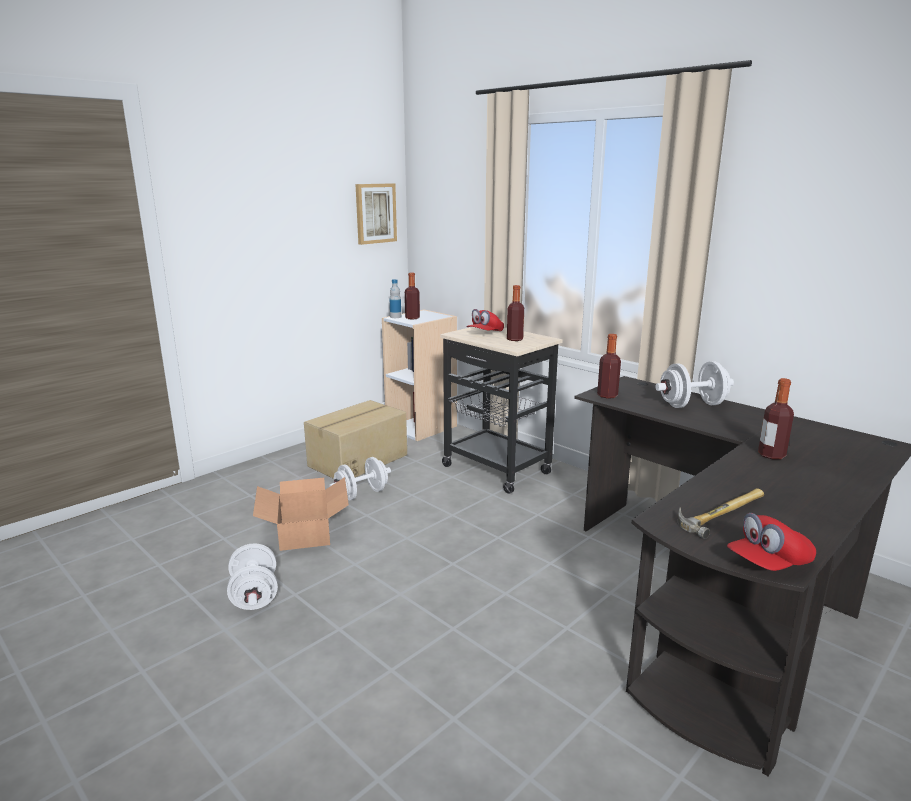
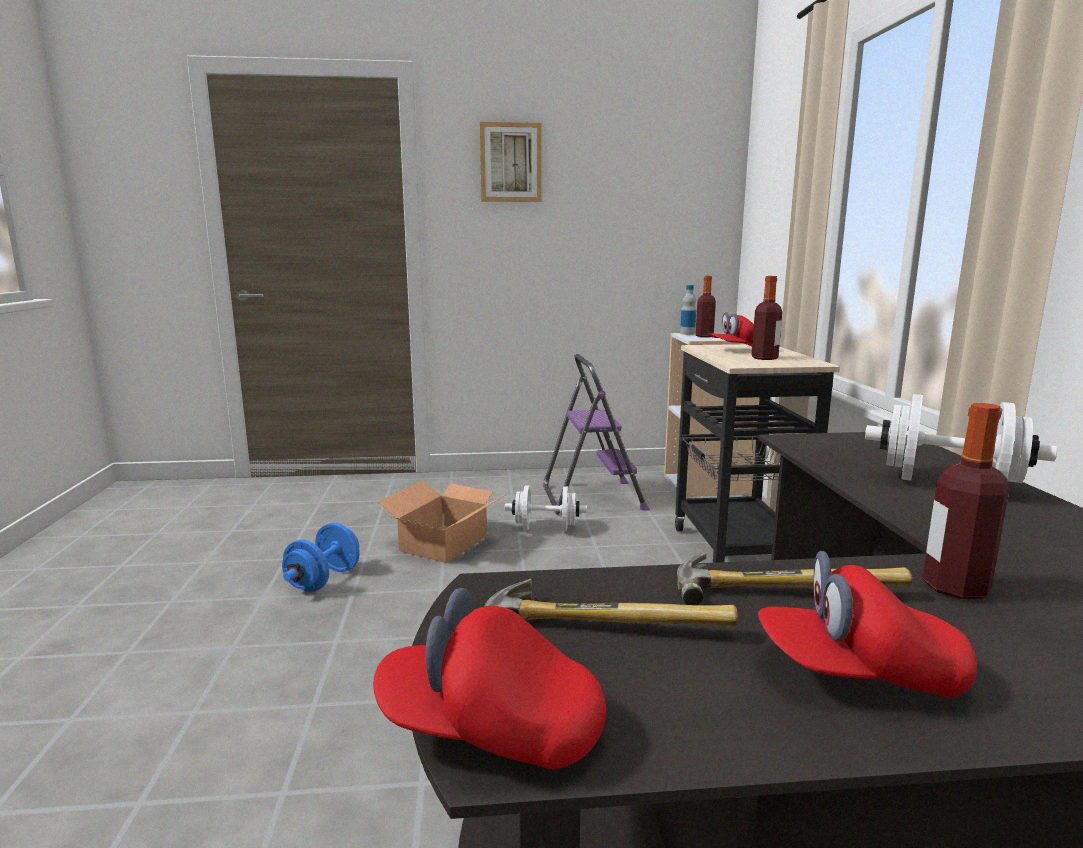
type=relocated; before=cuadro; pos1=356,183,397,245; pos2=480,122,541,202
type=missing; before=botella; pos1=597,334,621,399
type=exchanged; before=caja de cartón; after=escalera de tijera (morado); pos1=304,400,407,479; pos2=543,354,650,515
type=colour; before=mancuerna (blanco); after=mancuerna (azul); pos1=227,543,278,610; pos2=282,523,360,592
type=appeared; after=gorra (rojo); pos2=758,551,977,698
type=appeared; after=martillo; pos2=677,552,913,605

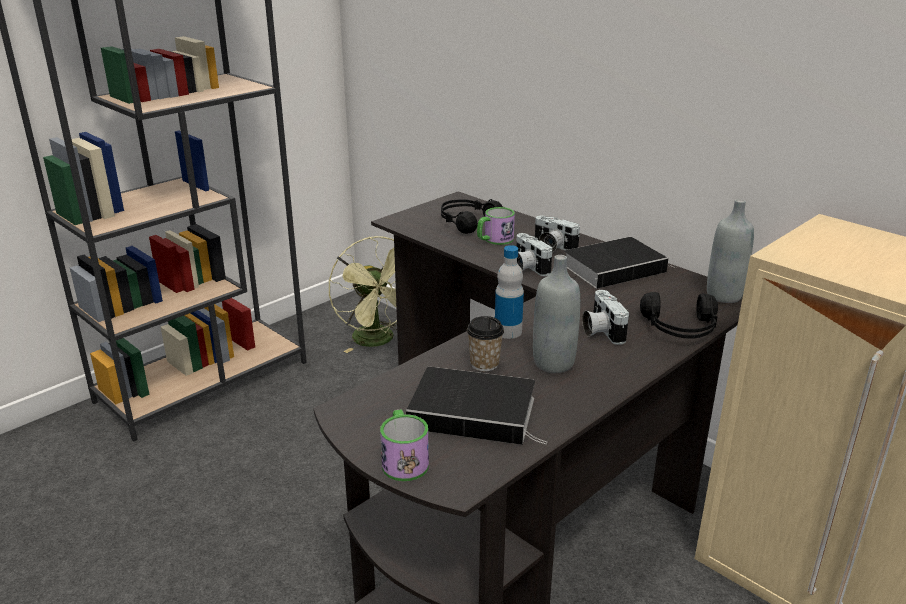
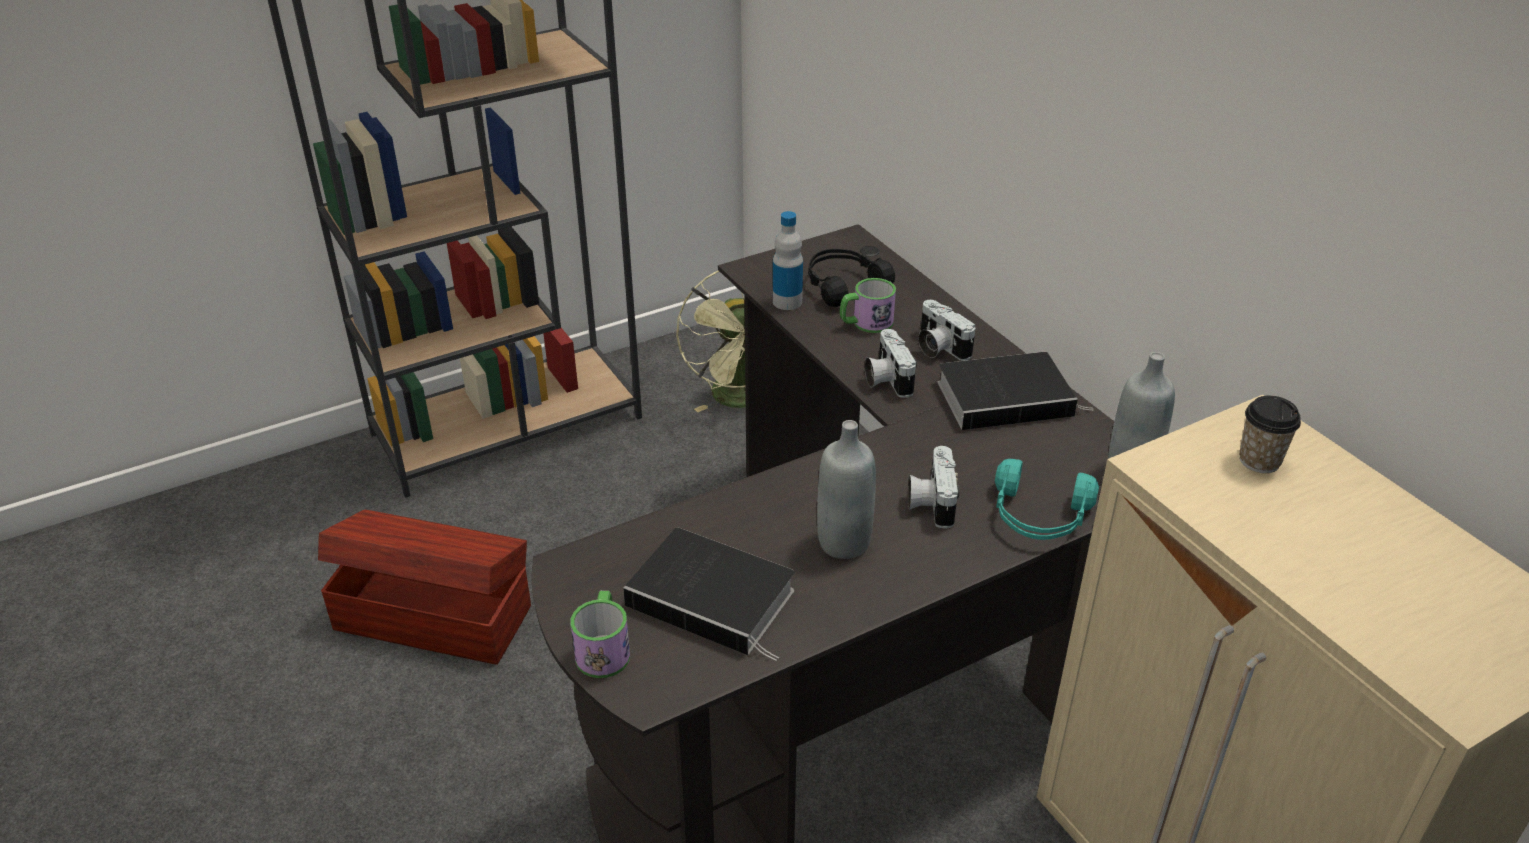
type=relocated; before=botella; pos1=495,245,524,339; pos2=773,211,803,310
type=colour; before=auriculares (negro); after=auriculares (turquesa); pos1=640,292,718,339; pos2=995,459,1099,540
type=relocated; before=taza; pos1=467,316,504,372; pos2=1239,395,1301,473
type=appeared; after=caja de almacenaje (marrón); pos2=318,510,531,665

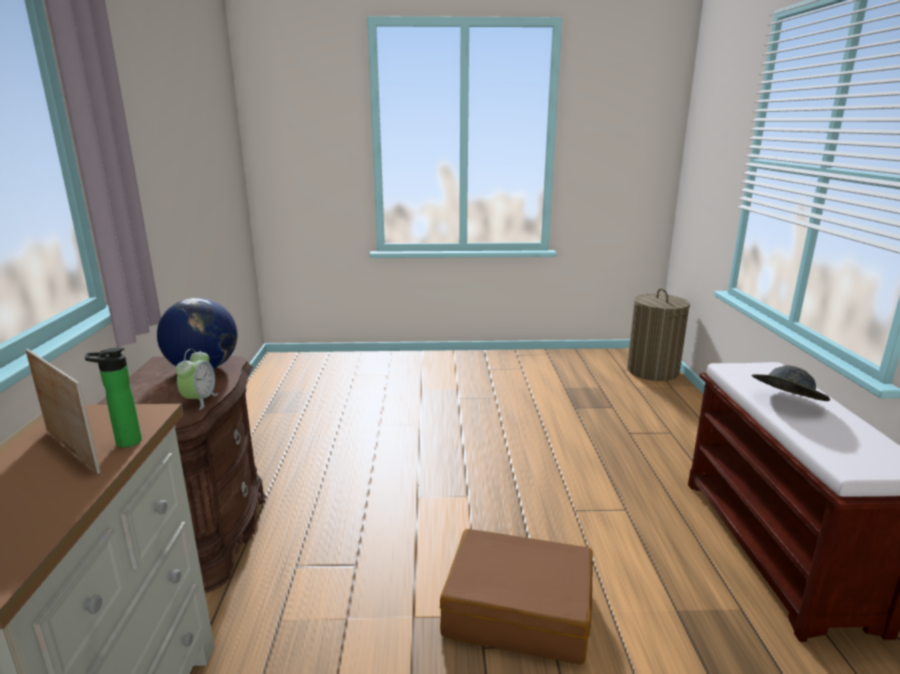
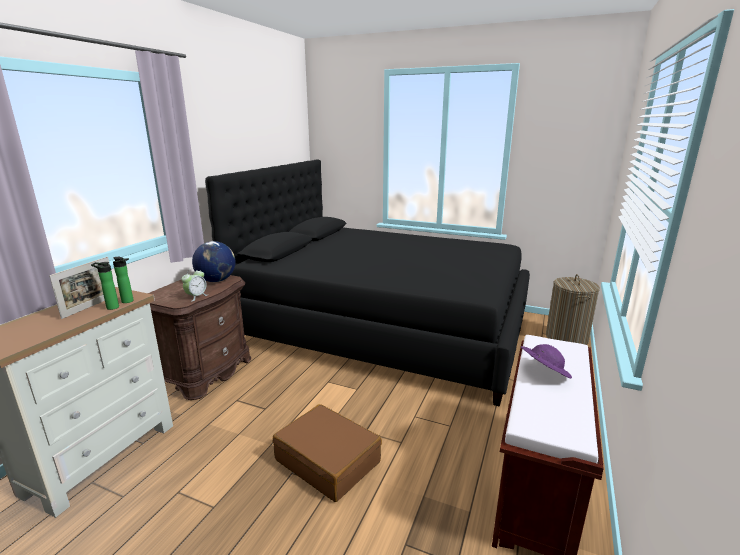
type=spun; before=portarretratos; pos1=25,349,101,474; pos2=49,257,110,319; turn=45
type=colour; before=sombrero (gris); after=sombrero (morado); pos1=751,365,830,401; pos2=521,344,572,379
type=appeared; after=cama (negro); pos2=205,159,530,407
type=appeared; after=botella; pos2=113,257,134,303

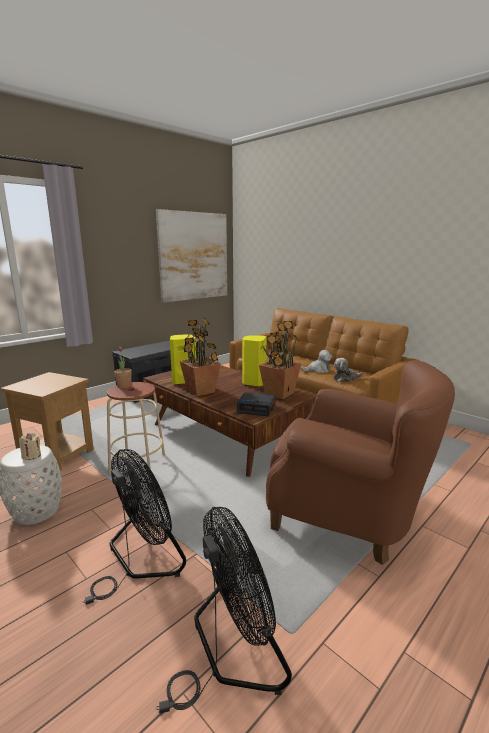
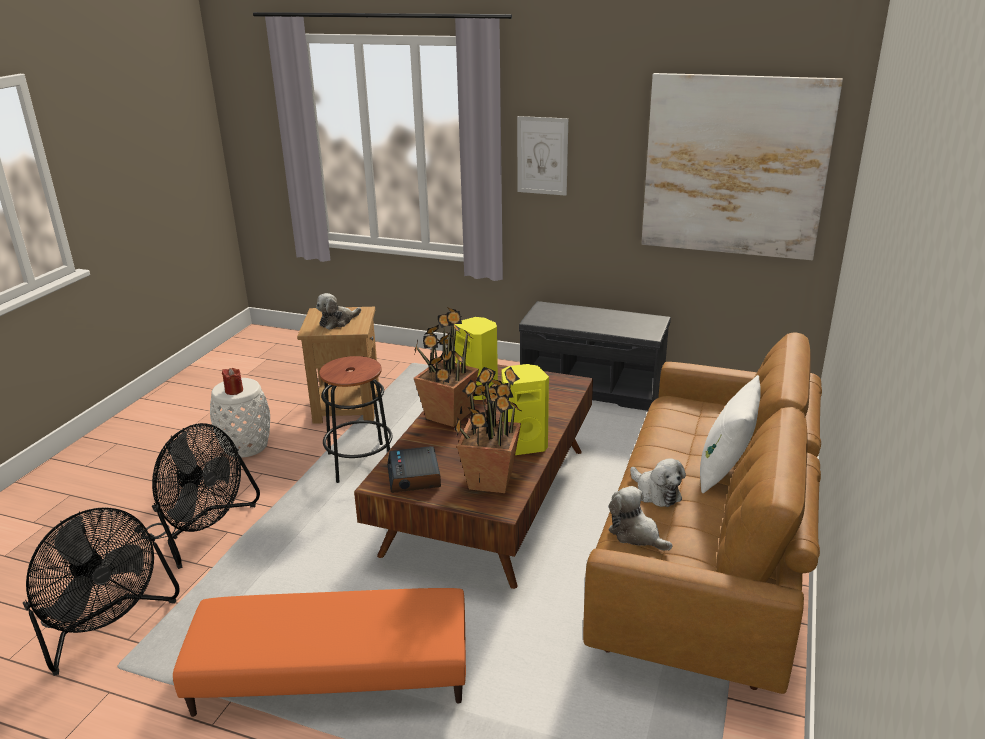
type=missing; before=planta en maceta; pos1=115,347,132,388
type=exchanged; before=sillón (marrón); after=puf (naranja); pos1=266,360,455,565; pos2=173,588,466,717
type=colour; before=taburete (beis); after=taburete (negro); pos1=107,382,165,474; pos2=319,356,393,483
type=colour; before=vela (beis); after=vela (rojo); pos1=19,433,41,460; pos2=222,368,243,395
type=appeared; after=cuadro; pos2=517,116,568,196
type=appeared; after=peluche; pos2=316,293,361,330
type=appeared; after=cojín (blanco); pos2=700,375,761,493

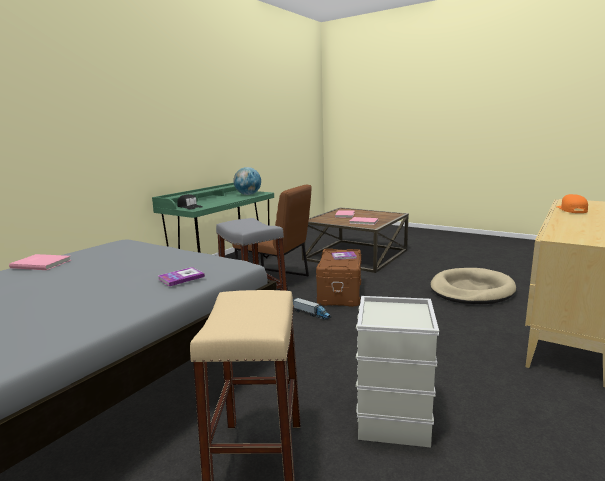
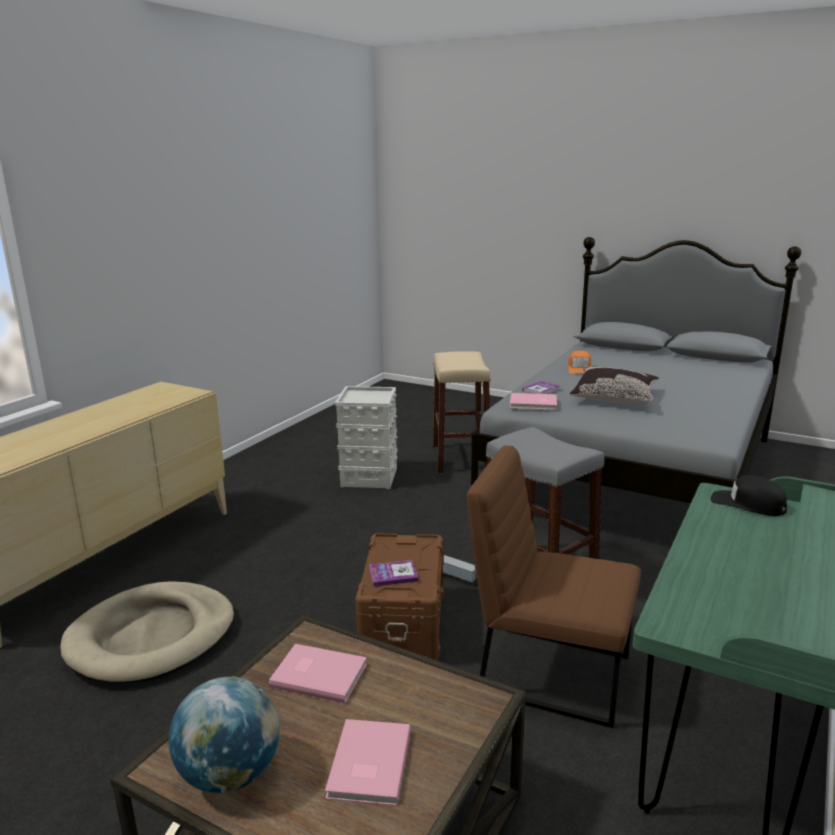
type=relocated; before=globo terráqueo; pos1=233,167,261,195; pos2=169,677,280,793
type=relocated; before=gorra (naranja); pos1=556,194,588,213; pos2=568,351,591,374
type=relocated; before=libro (rosa); pos1=9,254,71,270; pos2=510,393,557,410
type=appeared; after=cojín; pos2=569,367,659,403

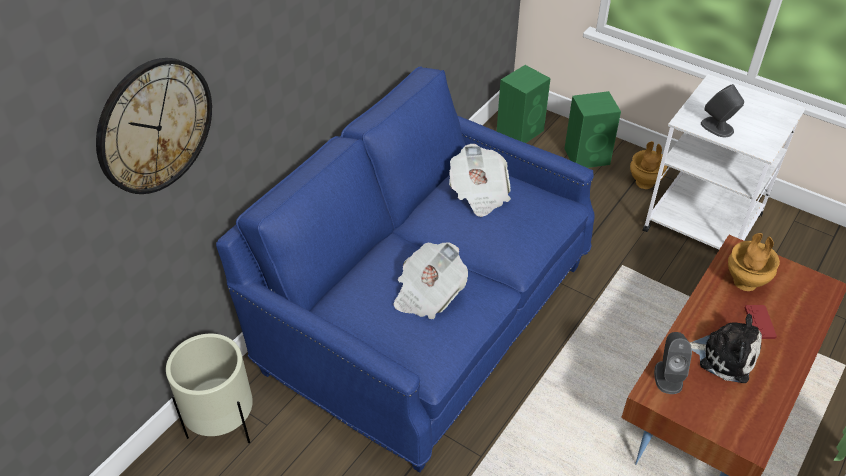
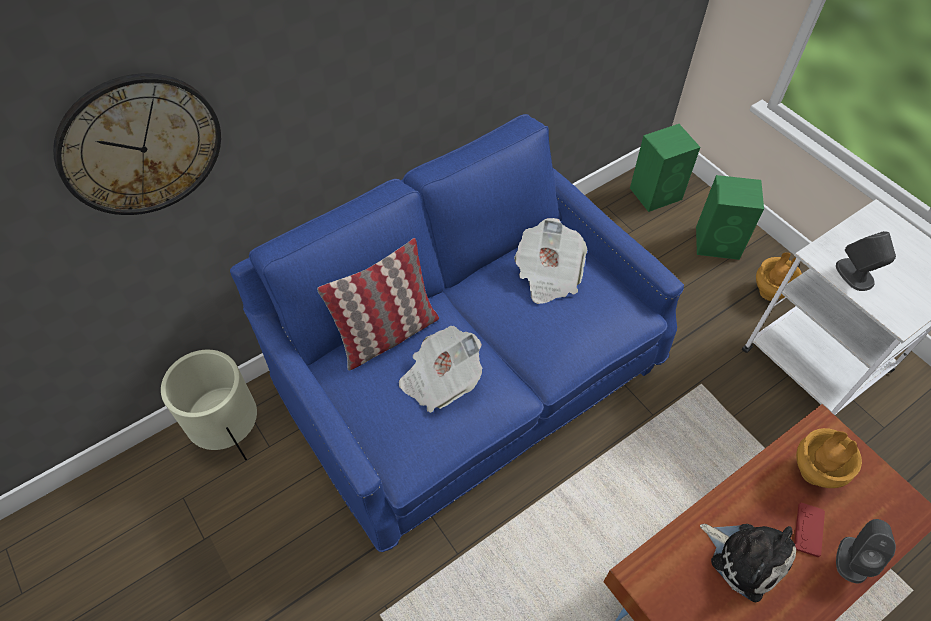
type=relocated; before=altavoz (gris); pos1=654,332,692,394; pos2=836,519,896,583
type=appeared; after=cojín; pos2=317,238,439,370

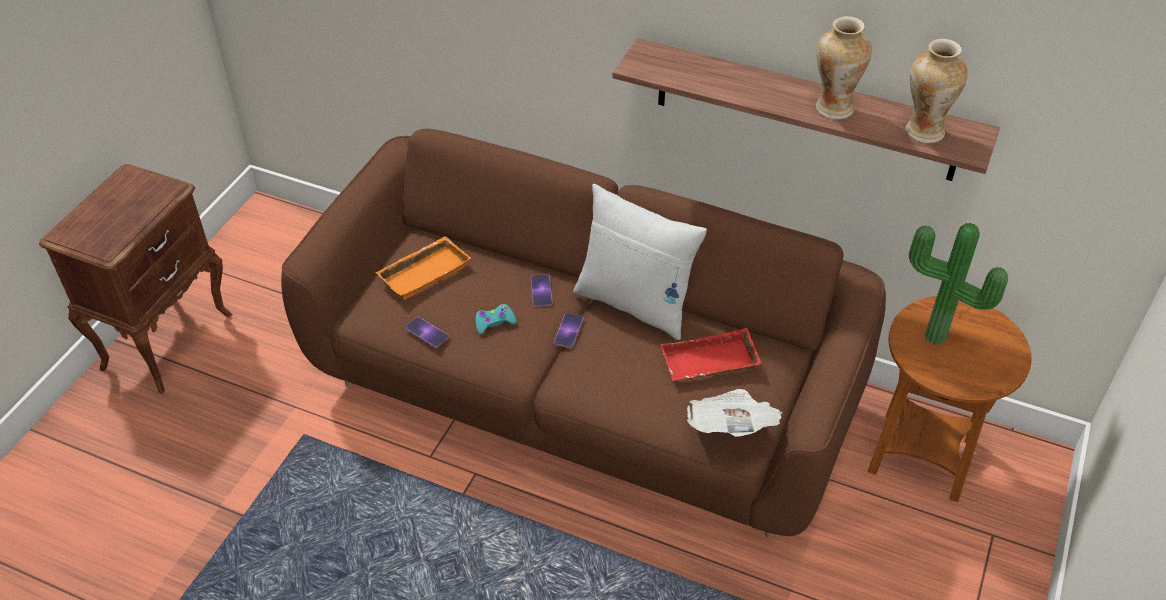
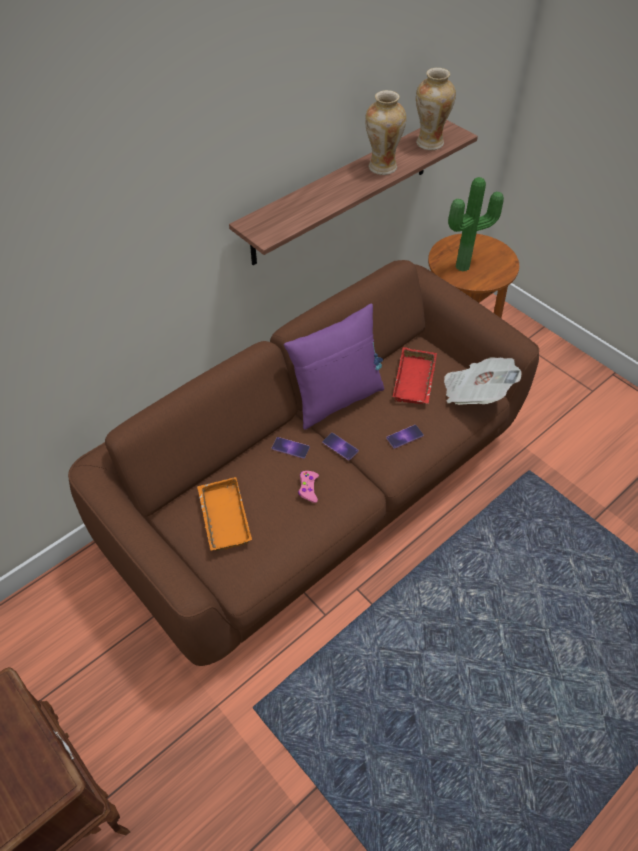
type=colour; before=cojín (gris); after=cojín (morado); pos1=573,184,707,340; pos2=284,303,384,430
type=colour; before=mando de consola (turquesa); after=mando de consola (rosa); pos1=475,304,517,334; pos2=298,471,319,503
type=relocated; before=móvil; pos1=405,317,449,348; pos2=386,425,424,449

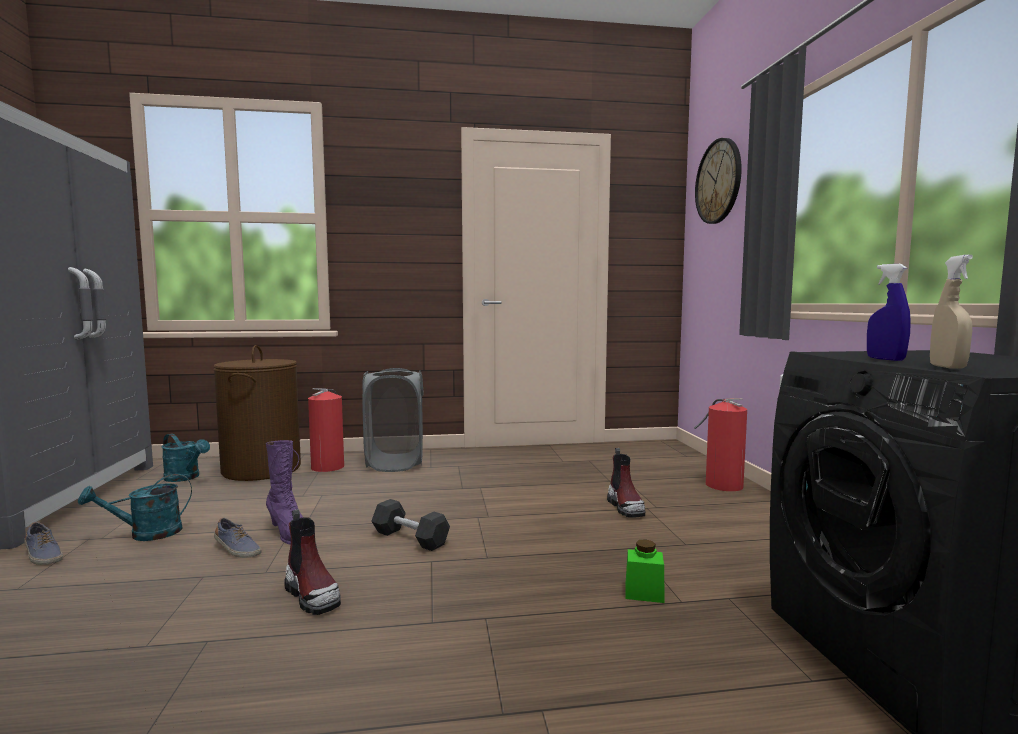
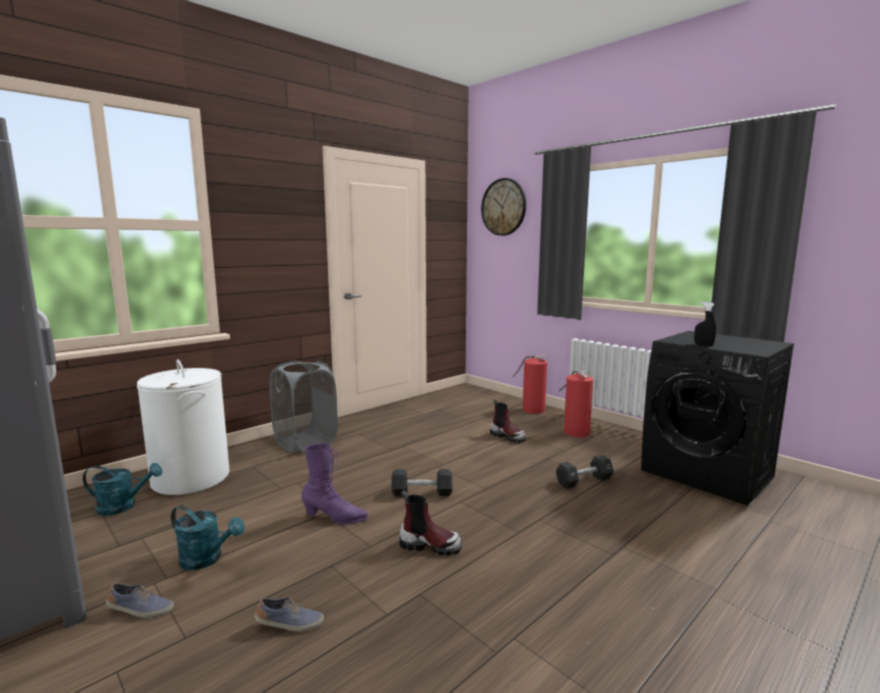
type=missing; before=pulverizador (beis); pos1=930,255,973,369
type=colour; before=pulverizador (azul); after=pulverizador (negro); pos1=867,264,911,361; pos2=694,302,716,346
type=colour; before=cesto de la ropa (marrón); after=cesto de la ropa (blanco); pos1=213,345,301,481; pos2=137,359,229,495
type=relocated; before=extintor; pos1=308,388,344,472; pos2=559,371,593,437
type=spun; before=regadera (turquesa); pos1=78,474,192,541; pos2=171,505,245,570; turn=-90
type=relocated; before=zapato; pos1=214,518,261,558; pos2=255,597,324,632
type=exchanged; before=tarro (verde); after=mancuerna (negro); pos1=625,539,665,603; pos2=556,455,614,489

